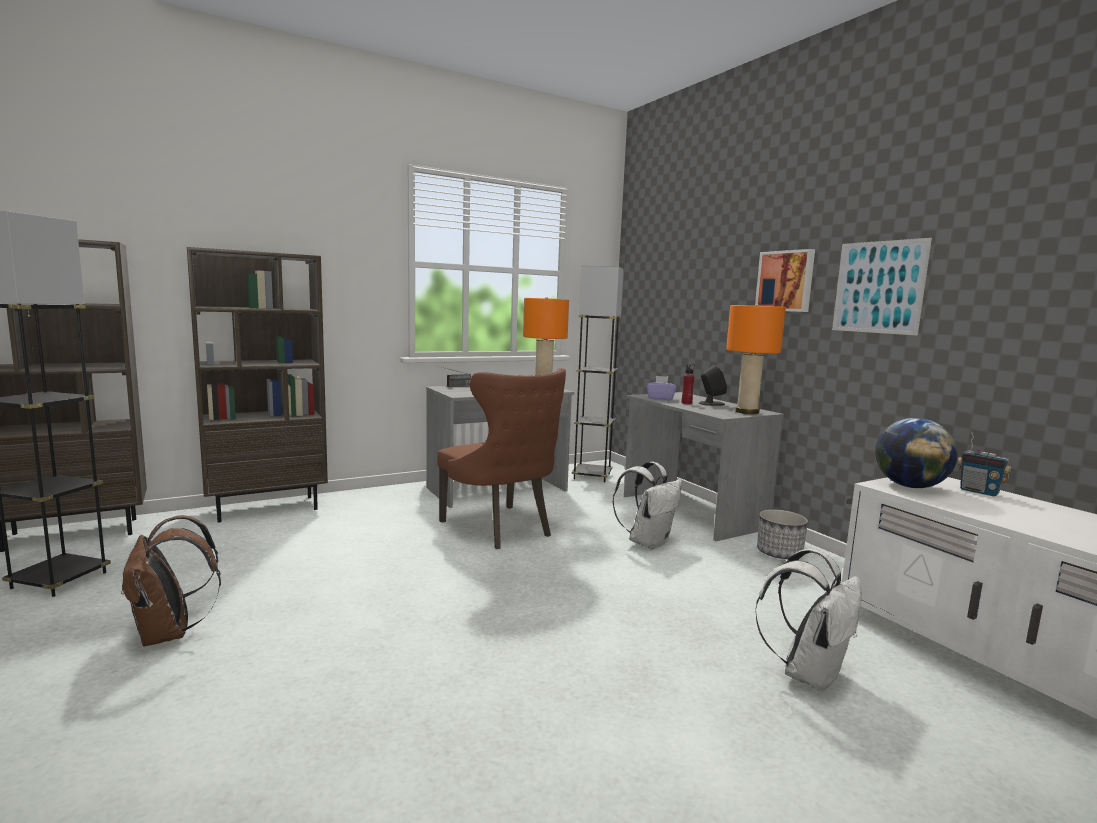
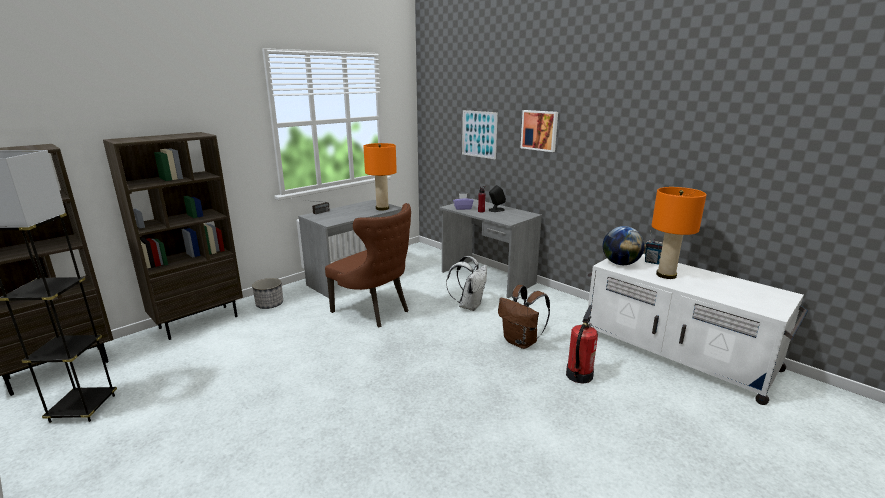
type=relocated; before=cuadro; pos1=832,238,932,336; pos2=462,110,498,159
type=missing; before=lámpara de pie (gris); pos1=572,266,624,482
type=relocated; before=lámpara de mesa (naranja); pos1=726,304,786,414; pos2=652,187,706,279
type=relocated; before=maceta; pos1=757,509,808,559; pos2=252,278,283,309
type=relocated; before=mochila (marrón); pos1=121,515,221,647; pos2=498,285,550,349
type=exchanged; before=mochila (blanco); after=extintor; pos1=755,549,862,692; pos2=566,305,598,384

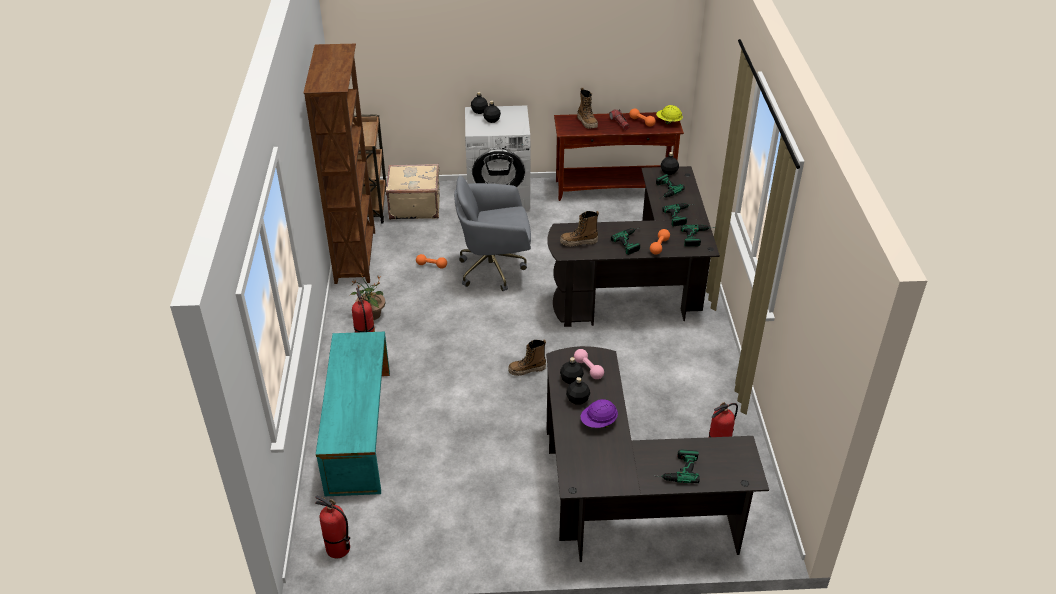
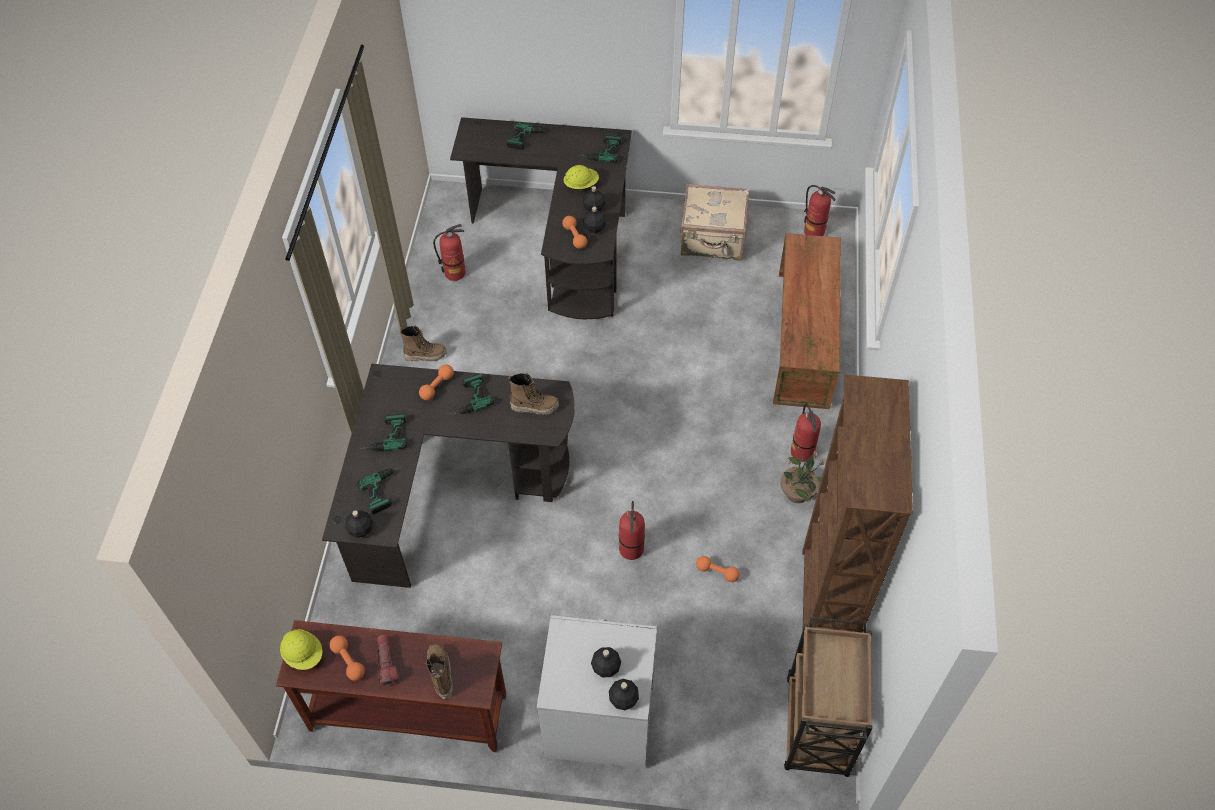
type=relocated; before=maleta (beis); pos1=386,164,440,220; pos2=680,184,749,261
type=exchanged; before=silla de oficina (gris); after=extintor; pos1=454,176,531,291; pos2=619,501,645,560
type=relocated; before=taladro; pos1=681,225,710,247; pos2=579,135,621,162
type=colour; before=banco (turquesa); after=banco (marrón); pos1=316,332,390,496; pos2=773,233,841,409
type=relocated; before=bota; pos1=508,339,546,376; pos2=400,326,447,361
type=colour; before=mancuerna (rosa); after=mancuerna (naranja); pos1=574,349,604,379; pos2=562,216,587,249
type=colour; before=casco (morado); after=casco (amarillo); pos1=581,399,618,428; pos2=564,165,599,191

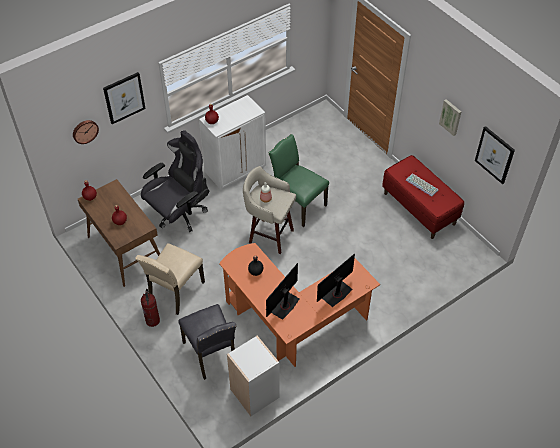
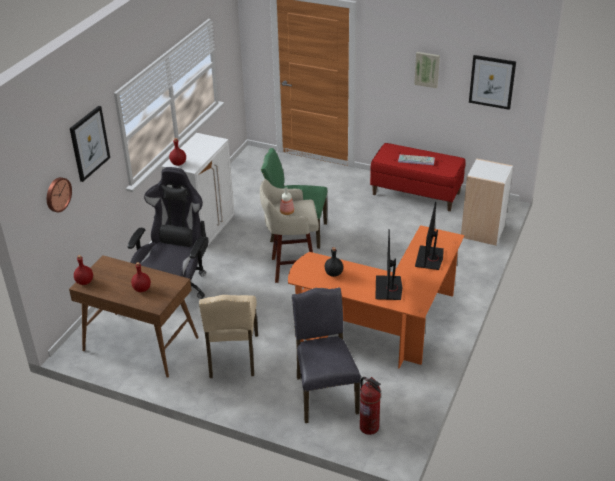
type=relocated; before=extintor; pos1=141,289,160,327; pos2=360,377,381,435
type=spun; before=silla (gris); pos1=178,304,237,380; pos2=292,288,361,423; turn=-135
type=relocated; before=estantería; pos1=227,336,279,416; pos2=461,158,513,245

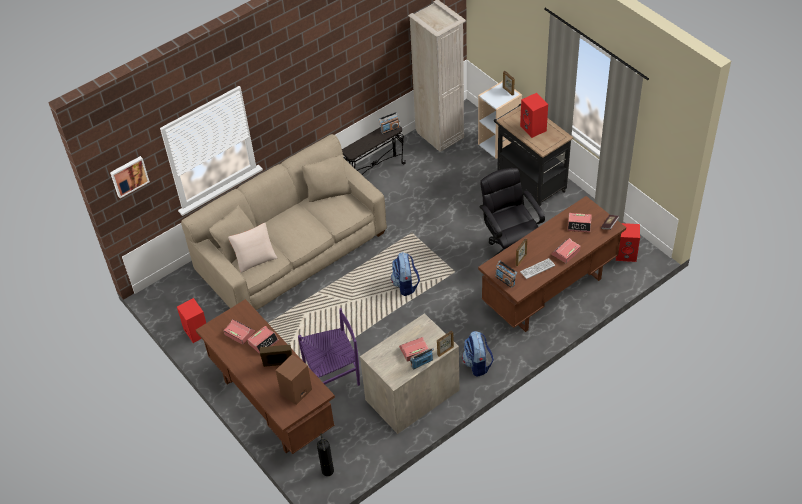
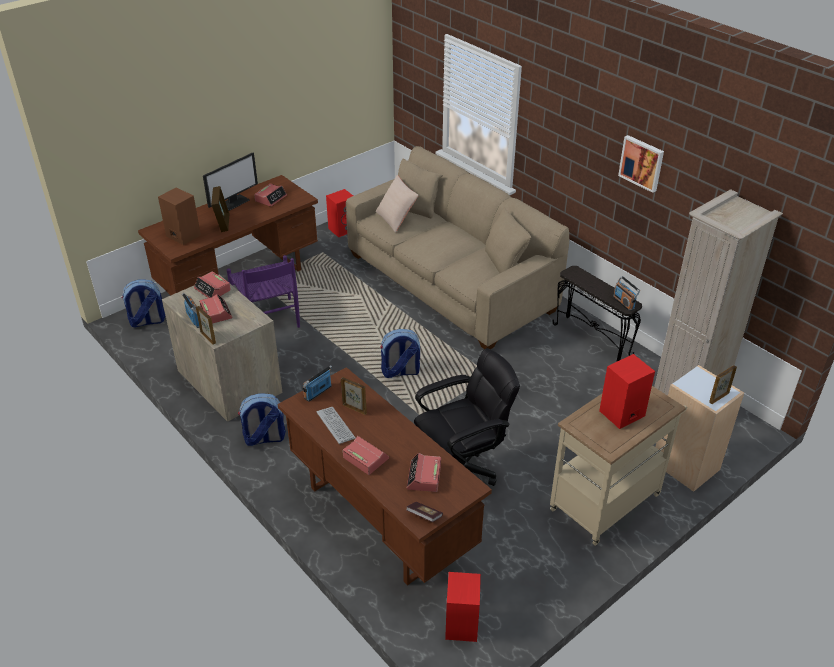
type=colour; before=carrito (negro); after=carrito (beis); pos1=494,104,573,206; pos2=550,386,687,546
type=relocated; before=cuadro; pos1=110,156,150,198; pos2=618,135,664,193
type=relocated; before=despertador; pos1=247,326,279,354; pos2=194,272,231,298
type=exchanged; before=extintor; after=mochila; pos1=317,433,334,476; pos2=122,279,165,328
type=appeared; after=monitor; pos2=203,152,258,211

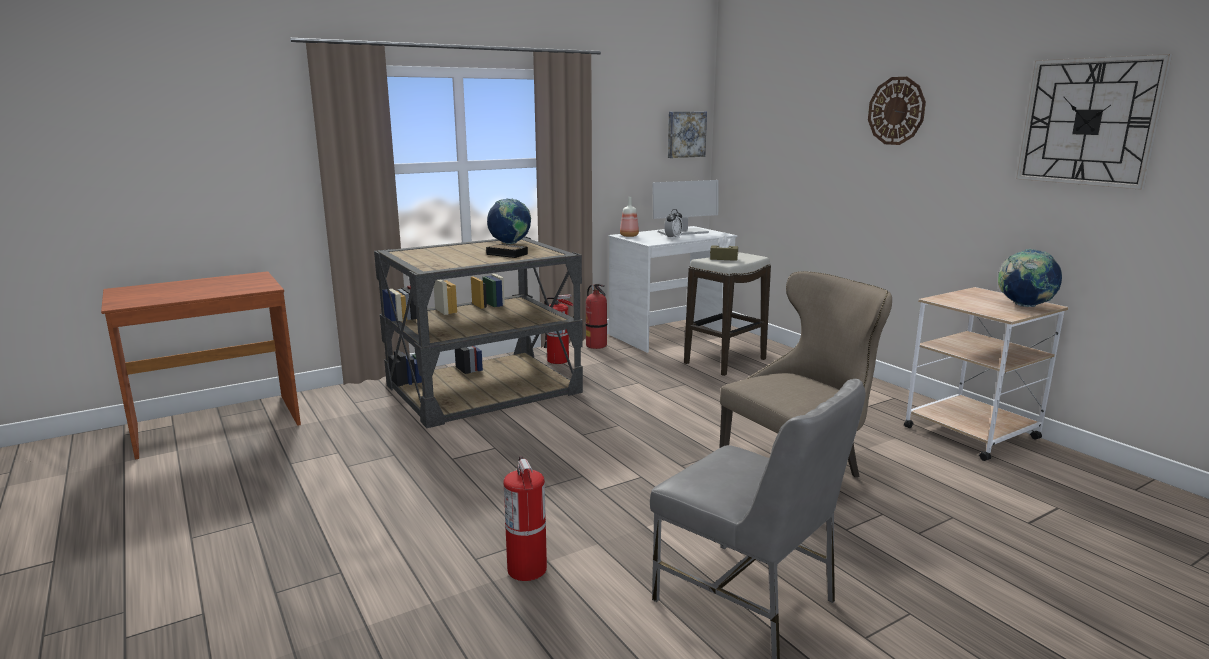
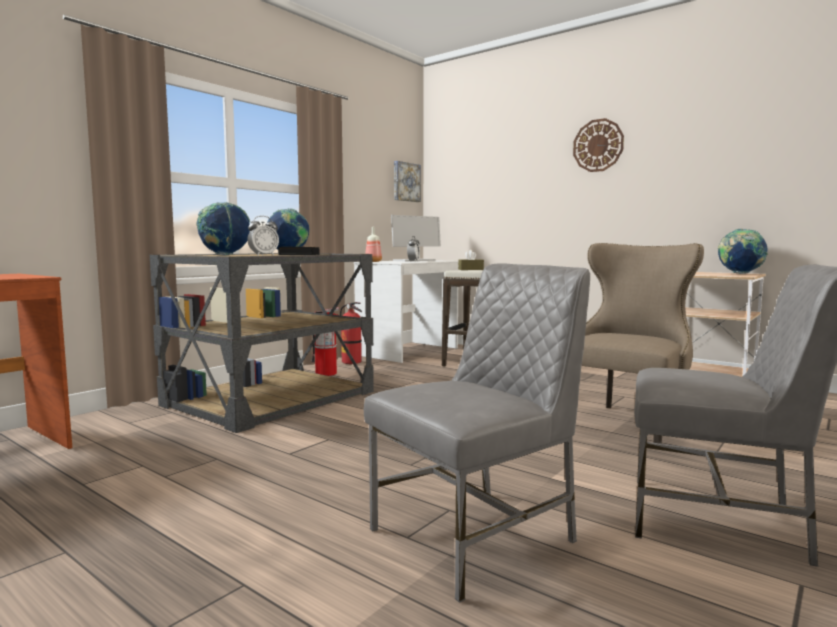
type=missing; before=reloj de pared; pos1=1016,54,1172,190
type=exchanged; before=extintor; after=silla (gris); pos1=503,456,547,581; pos2=364,263,590,603
type=appeared; after=globo terráqueo; pos2=196,202,250,256
type=appeared; after=despertador; pos2=247,216,279,256

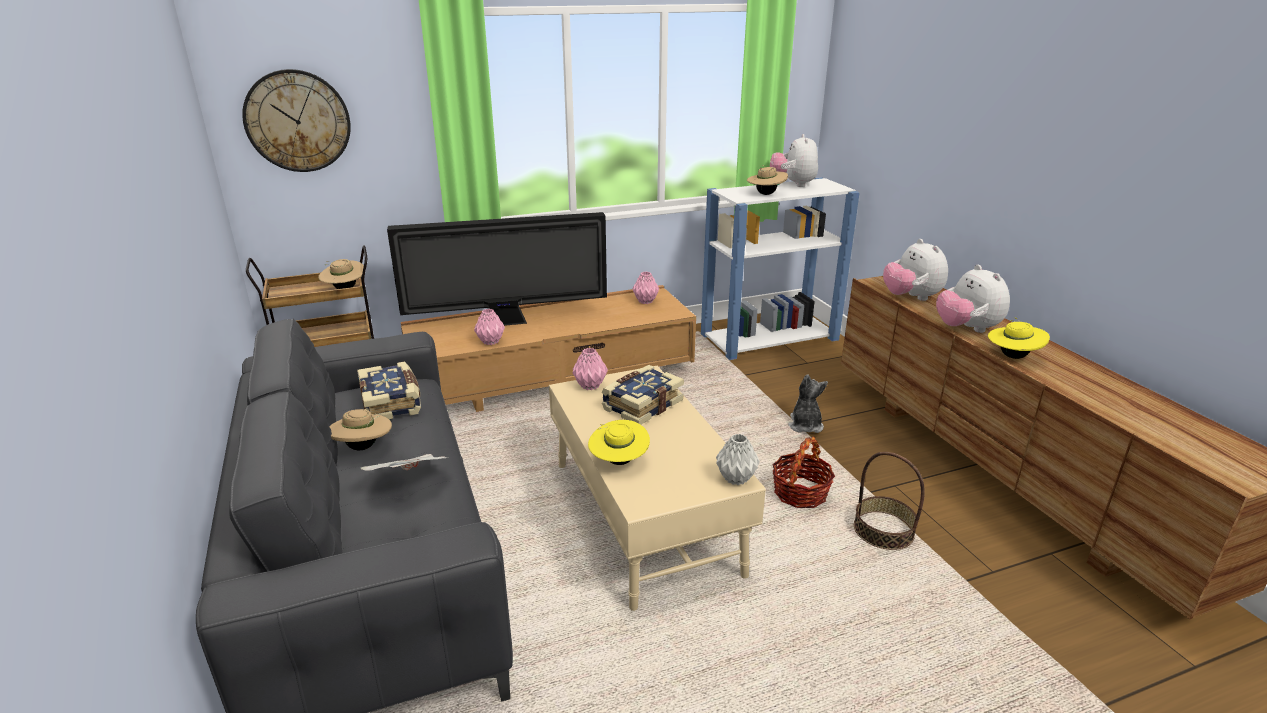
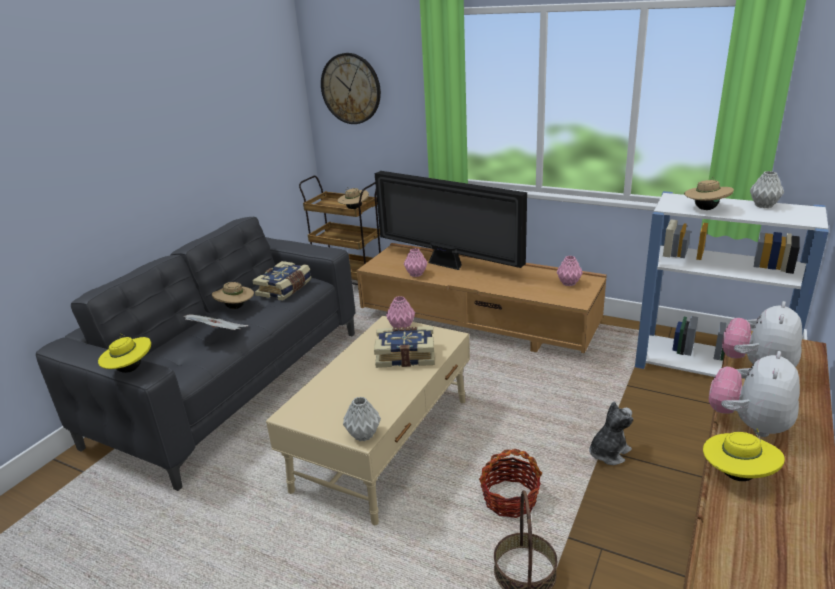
type=exchanged; before=peluche; after=florero (gris); pos1=770,134,818,187; pos2=750,171,784,208
type=relocated; before=sombrero (amarillo); pos1=588,420,650,465; pos2=98,333,151,373

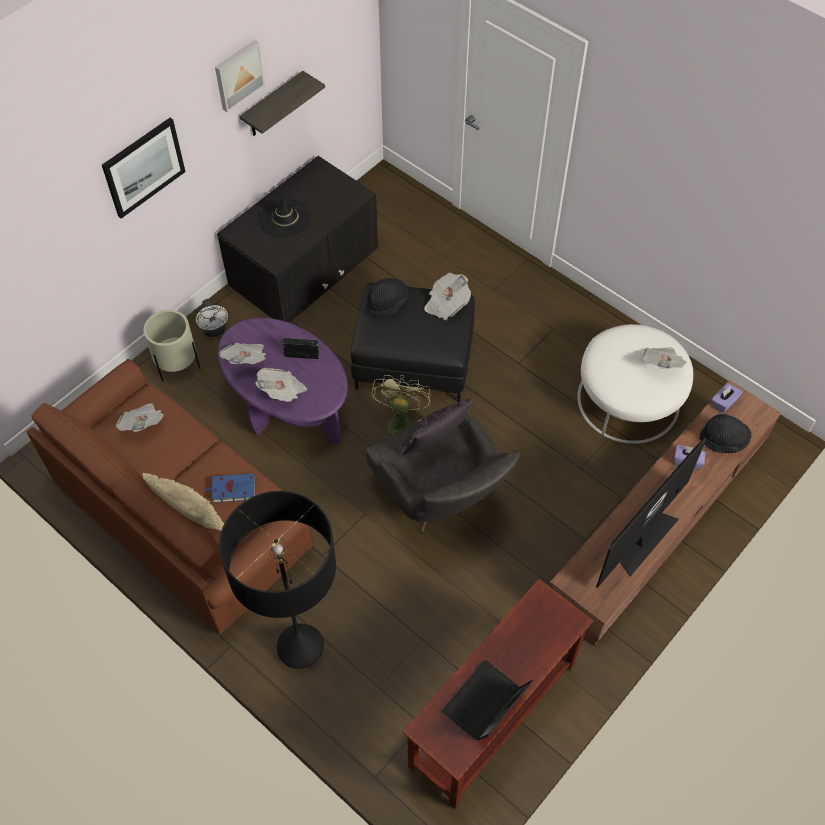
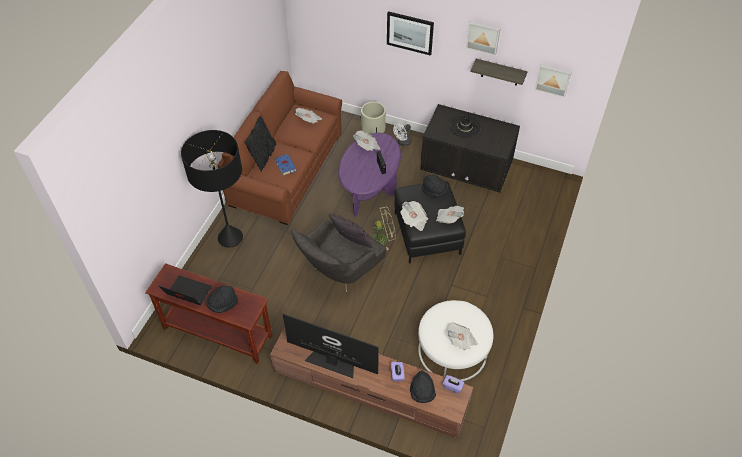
type=relocated; before=periódico; pos1=255,368,307,402; pos2=401,201,428,231
type=colour; before=cojín (beis); after=cojín (negro); pos1=142,473,224,531; pos2=244,116,276,172
type=appeared; after=cuadro; pos2=535,64,572,98
type=appeared; after=sombrero (negro); pos2=206,286,238,313

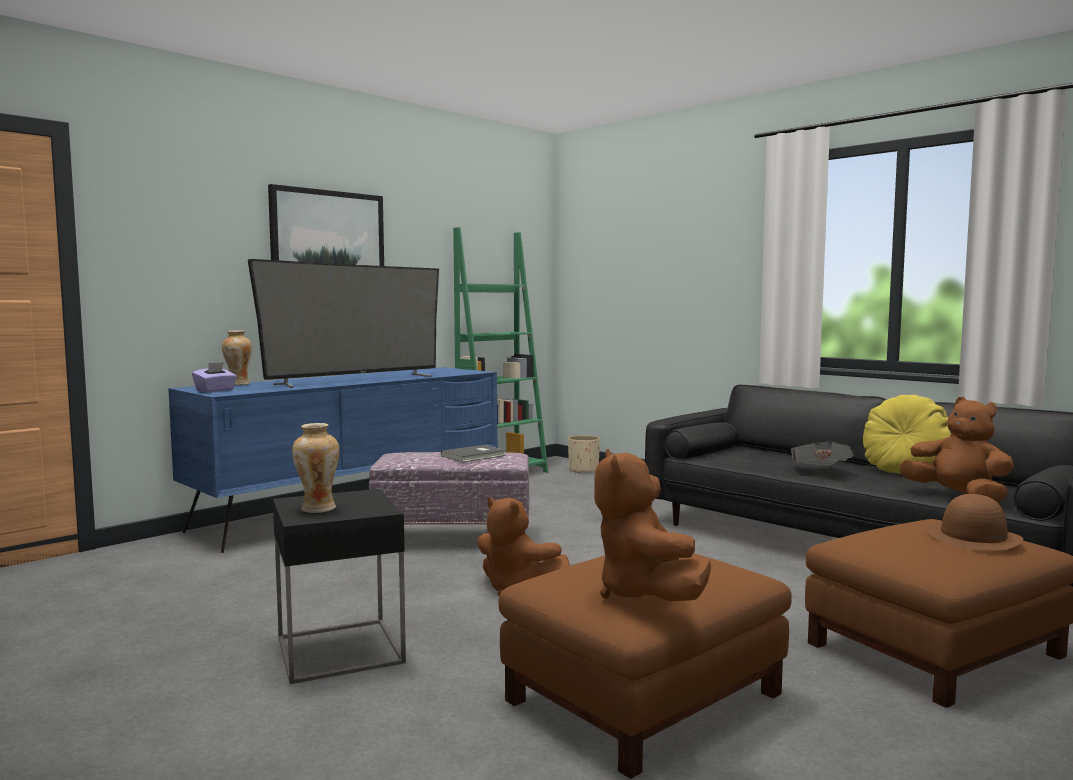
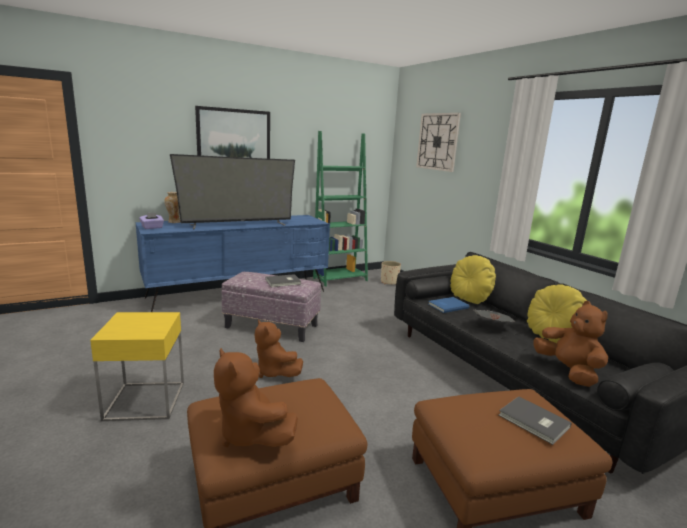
type=missing; before=florero; pos1=292,423,339,513
type=spun; before=peluche (marrón); pos1=594,449,711,601; pos2=214,348,298,447; turn=-45
type=colour; before=mesa auxiliar (negro); after=mesa auxiliar (amarillo); pos1=273,489,406,684; pos2=90,312,184,421
type=exchanged; before=sombrero (marrón); after=libro (gris); pos1=926,494,1023,551; pos2=499,396,572,445
type=appeared; after=reloj de pared; pos2=416,113,461,172
type=appeared; after=cojín (amarillo); pos2=450,255,496,304
type=appeared; after=libro (azul); pos2=428,297,469,313

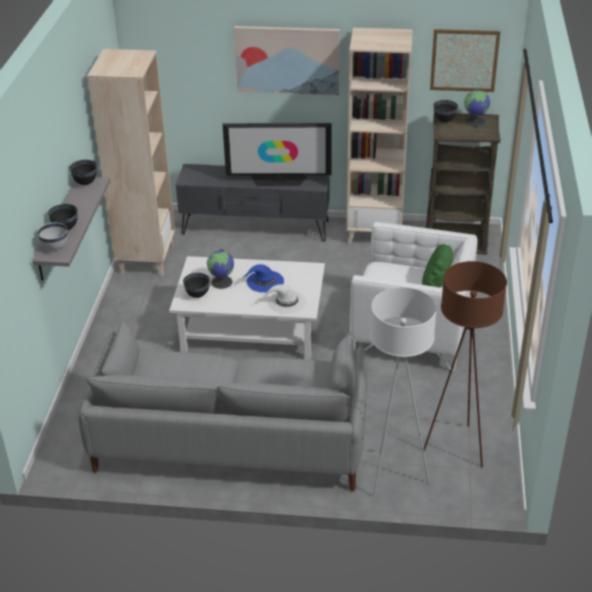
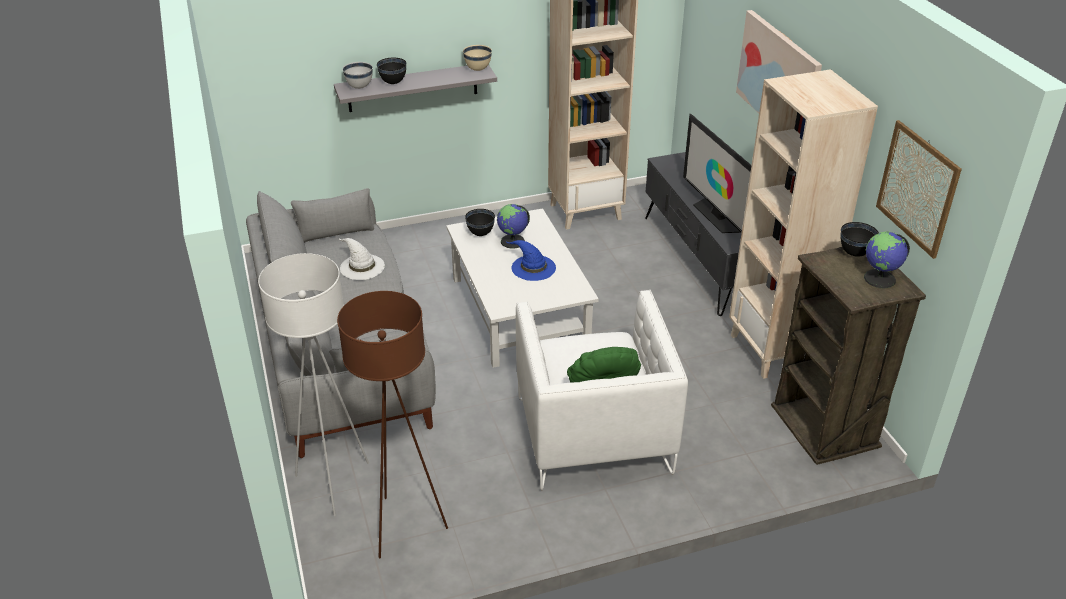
type=colour; before=cuenco (negro); after=cuenco (beis); pos1=69,160,97,185; pos2=463,45,492,71
type=relocated; before=sombrero (blanco); pos1=261,284,306,314; pos2=338,238,385,280

